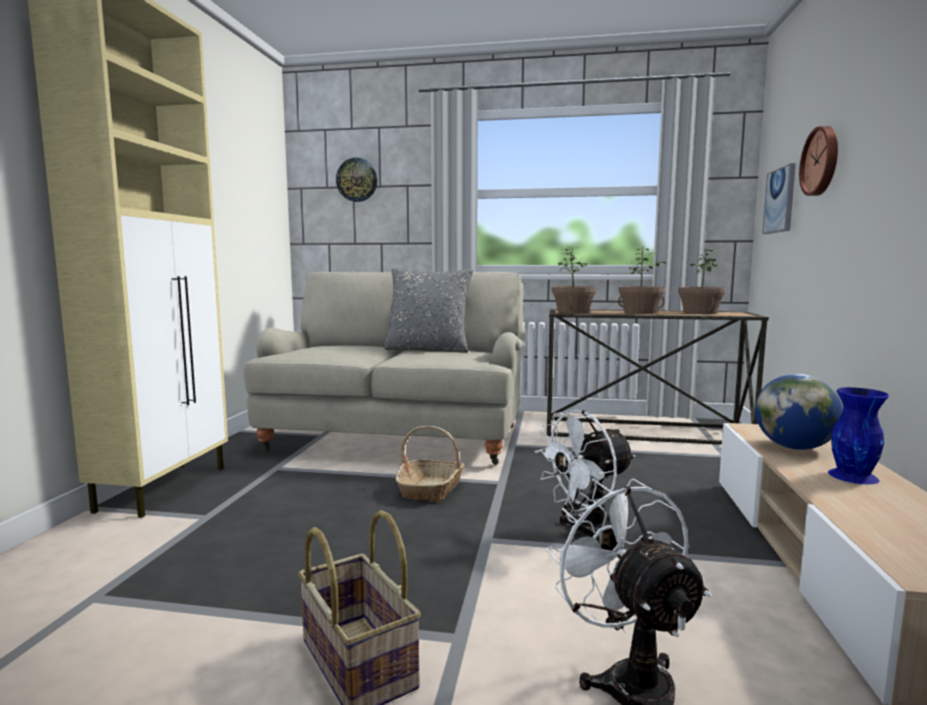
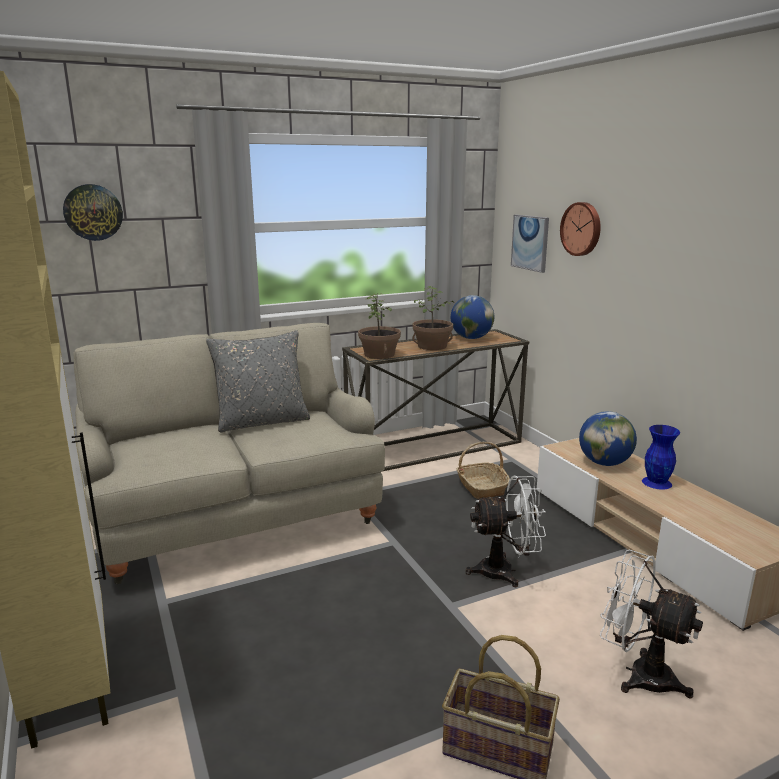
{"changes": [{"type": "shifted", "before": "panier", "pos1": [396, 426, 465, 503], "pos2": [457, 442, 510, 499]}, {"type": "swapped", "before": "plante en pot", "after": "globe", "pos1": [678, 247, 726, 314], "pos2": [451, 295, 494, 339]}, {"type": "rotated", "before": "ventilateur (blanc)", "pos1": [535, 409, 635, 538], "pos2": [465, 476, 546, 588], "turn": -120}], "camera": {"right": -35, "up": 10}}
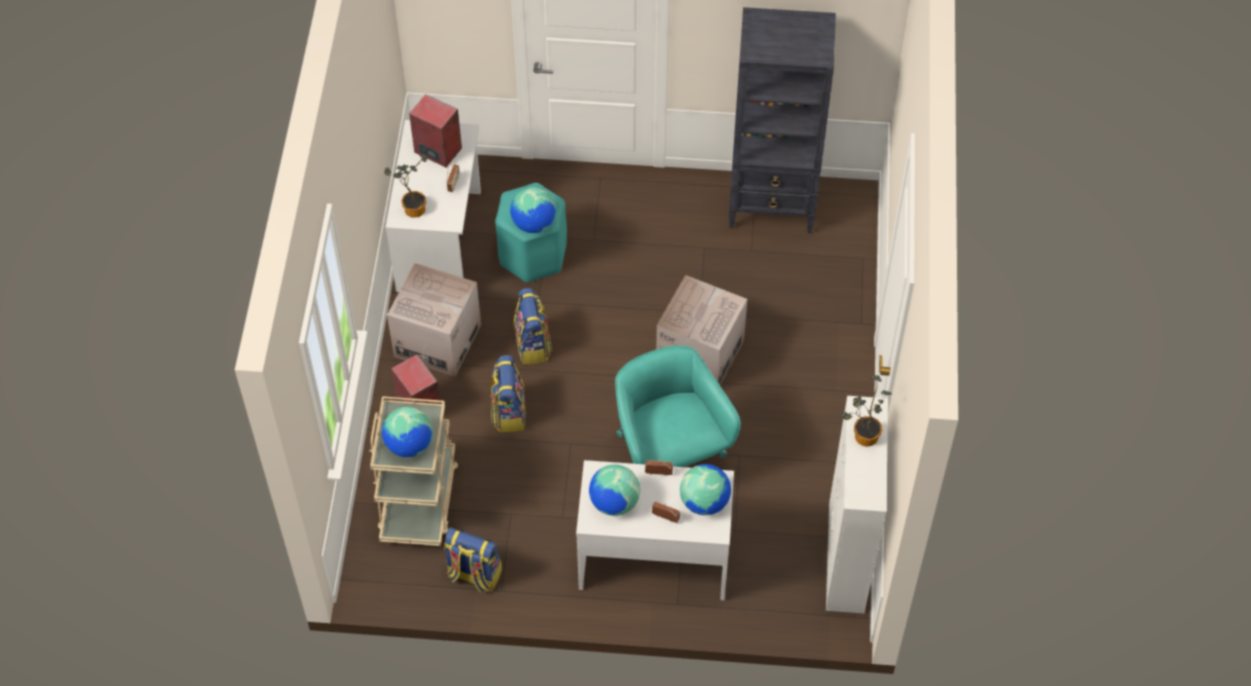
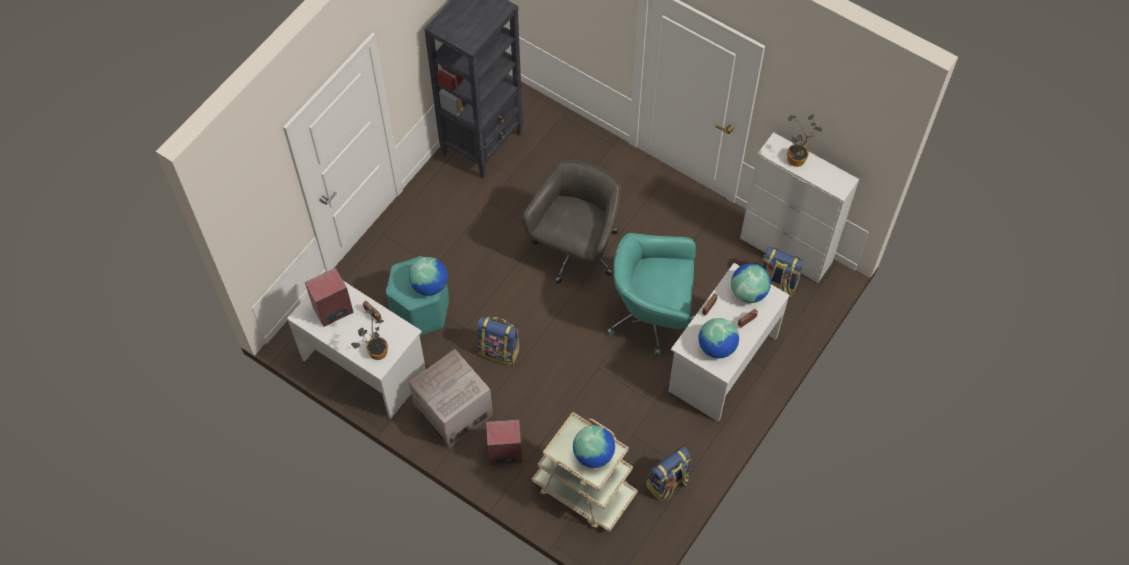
{"changes": [{"type": "shifted", "before": "sac à dos", "pos1": [490, 355, 526, 432], "pos2": [761, 247, 804, 297]}, {"type": "swapped", "before": "carton", "after": "chaise de bureau (gris)", "pos1": [656, 275, 747, 385], "pos2": [523, 160, 621, 284]}], "camera": {"right": -60, "up": 5}}
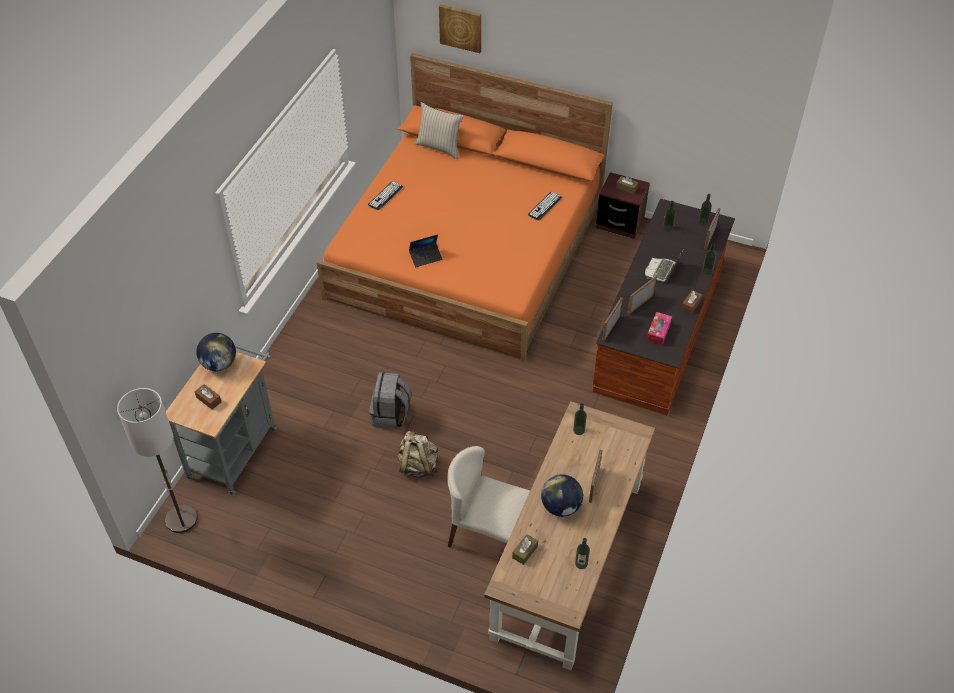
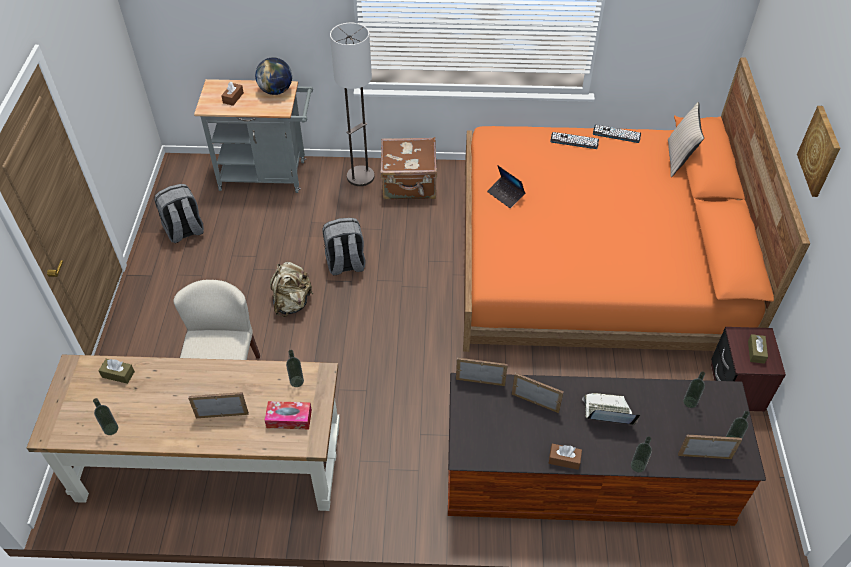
{"changes": [{"type": "gone", "before": "globe", "pos1": [541, 474, 583, 517]}, {"type": "new", "after": "sac à dos (gris)", "pos2": [154, 184, 204, 243]}, {"type": "new", "after": "valise (marron)", "pos2": [380, 137, 437, 200]}, {"type": "shifted", "before": "lampadaire", "pos1": [117, 388, 198, 533], "pos2": [330, 22, 375, 186]}, {"type": "shifted", "before": "tableau", "pos1": [439, 4, 481, 53], "pos2": [797, 106, 840, 197]}, {"type": "shifted", "before": "clavier", "pos1": [528, 192, 562, 221], "pos2": [593, 125, 641, 143]}, {"type": "shifted", "before": "boîte à mouchoirs", "pos1": [646, 312, 672, 345], "pos2": [264, 401, 312, 429]}], "camera": {"right": 70, "up": 0}}
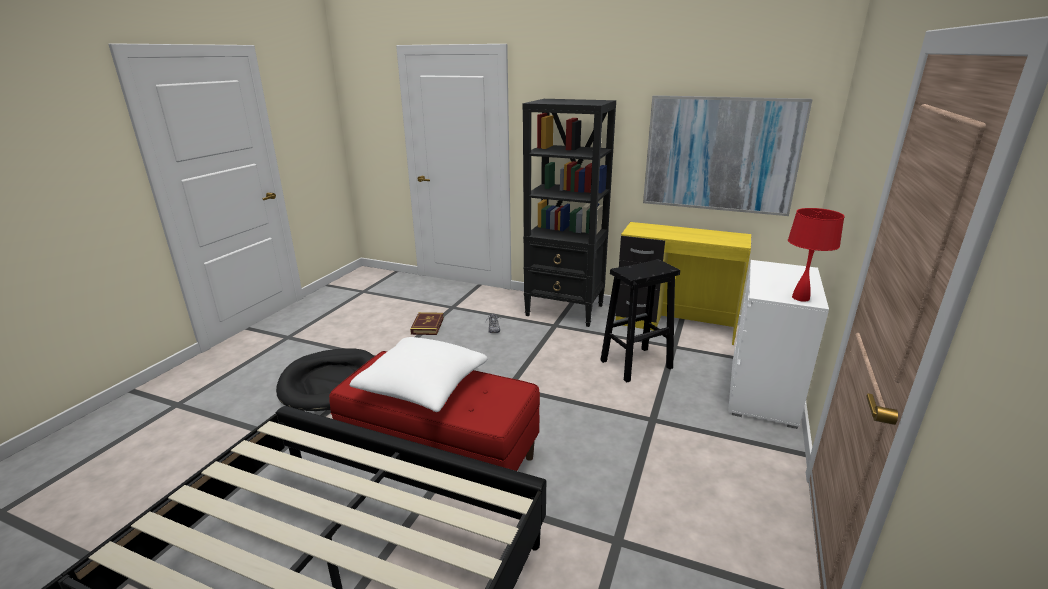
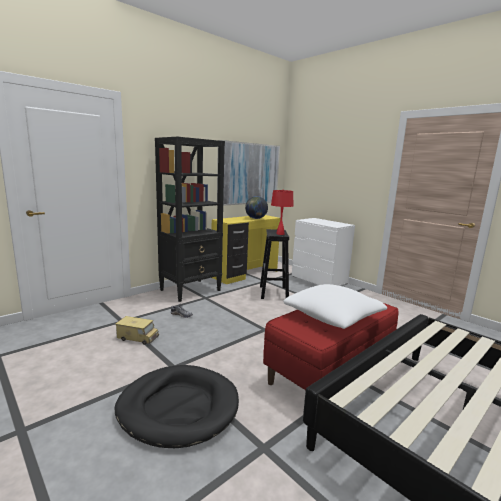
{"changes": [{"type": "new", "after": "globe", "pos2": [245, 196, 268, 219]}, {"type": "shifted", "before": "lampe de table (rouge)", "pos1": [788, 208, 845, 302], "pos2": [271, 190, 293, 235]}, {"type": "swapped", "before": "livre", "after": "camion jouet", "pos1": [410, 312, 444, 335], "pos2": [115, 316, 159, 345]}], "camera": {"right": -65, "up": -10}}
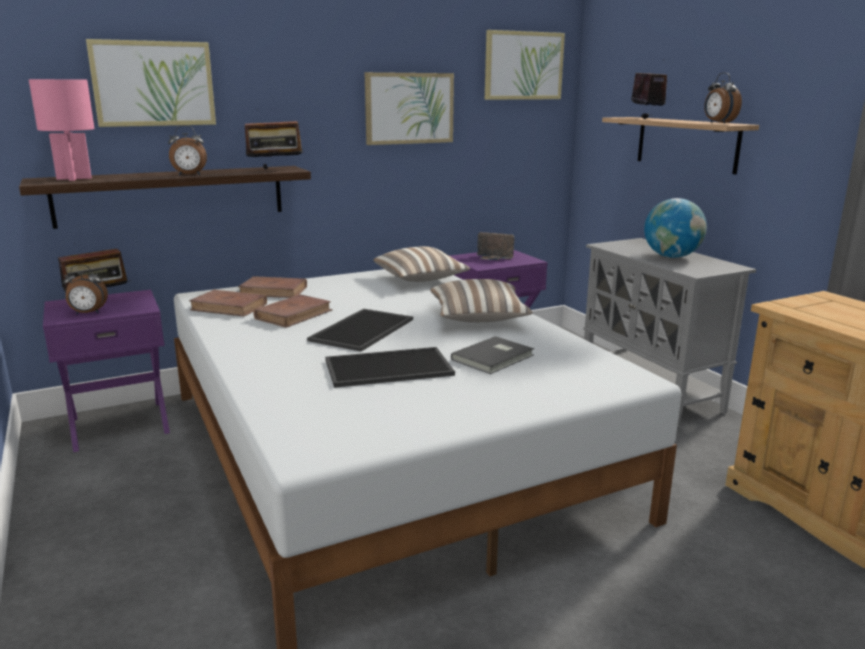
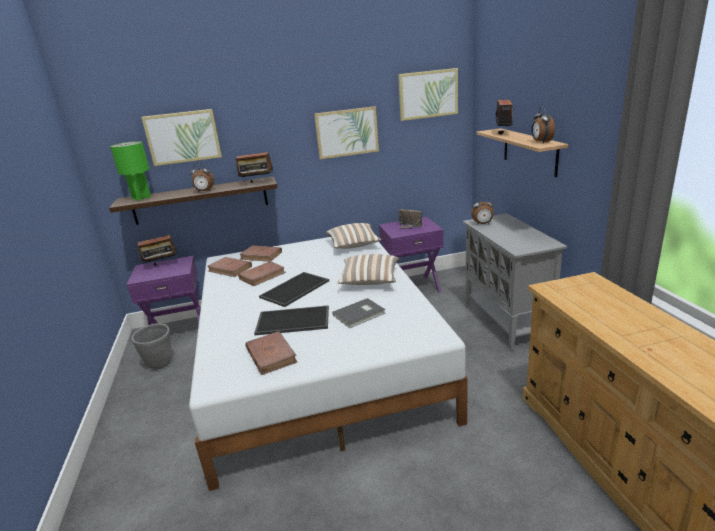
{"changes": [{"type": "gone", "before": "globe", "pos1": [644, 198, 707, 258]}, {"type": "new", "after": "cache-pot (gris)", "pos2": [132, 323, 172, 370]}, {"type": "new", "after": "livre (marron)", "pos2": [245, 331, 297, 375]}, {"type": "shifted", "before": "réveil", "pos1": [63, 264, 108, 314], "pos2": [471, 196, 494, 225]}, {"type": "repainted", "before": "lampe de table (rose)", "after": "lampe de table (vert)", "pos1": [29, 79, 94, 181], "pos2": [110, 141, 151, 201]}], "camera": {"right": 15, "up": 5}}
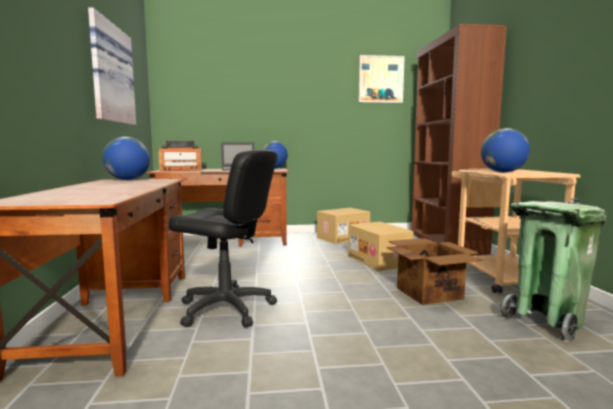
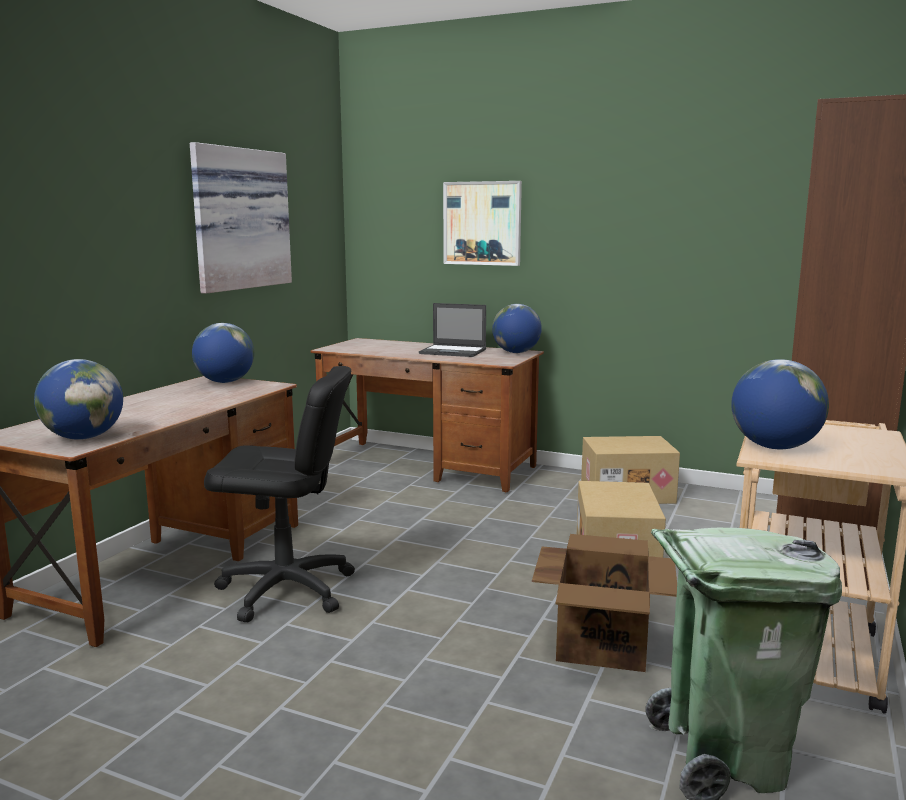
{"changes": [{"type": "gone", "before": "radio", "pos1": [159, 141, 202, 171]}, {"type": "new", "after": "globe", "pos2": [34, 359, 123, 440]}, {"type": "shifted", "before": "tableau", "pos1": [359, 55, 405, 103], "pos2": [443, 181, 522, 266]}, {"type": "rotated", "before": "chaise de bureau (noir)", "pos1": [168, 149, 277, 327], "pos2": [204, 366, 355, 622], "turn": -45}], "camera": {"right": 30, "up": 5}}
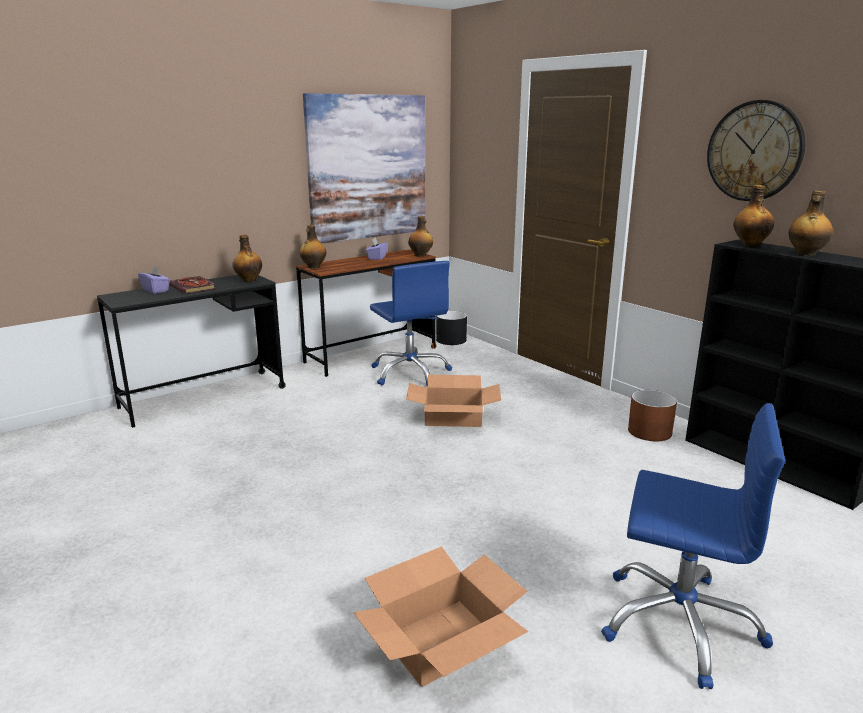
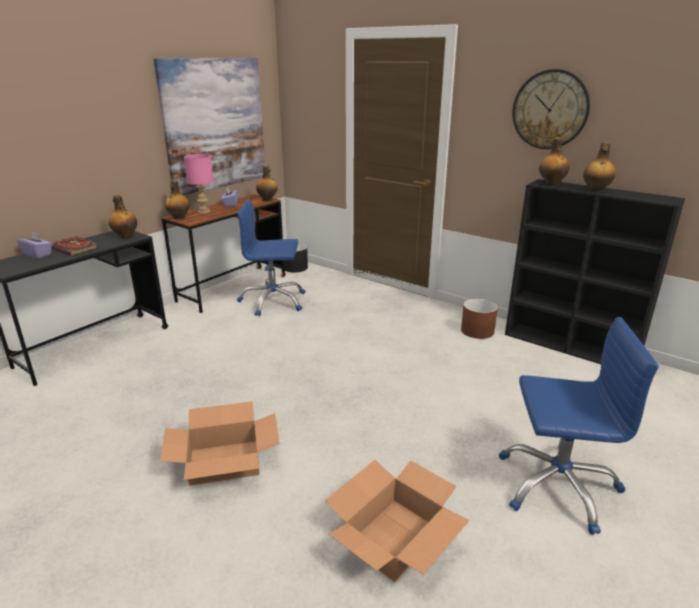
{"changes": [{"type": "new", "after": "lampe de table (rose)", "pos2": [184, 154, 214, 214]}, {"type": "shifted", "before": "carton", "pos1": [406, 375, 501, 427], "pos2": [160, 401, 280, 485]}, {"type": "rotated", "before": "chaise de bureau (bleu)", "pos1": [370, 261, 452, 385], "pos2": [237, 199, 305, 316], "turn": 135}], "camera": {"right": -15, "up": 5}}
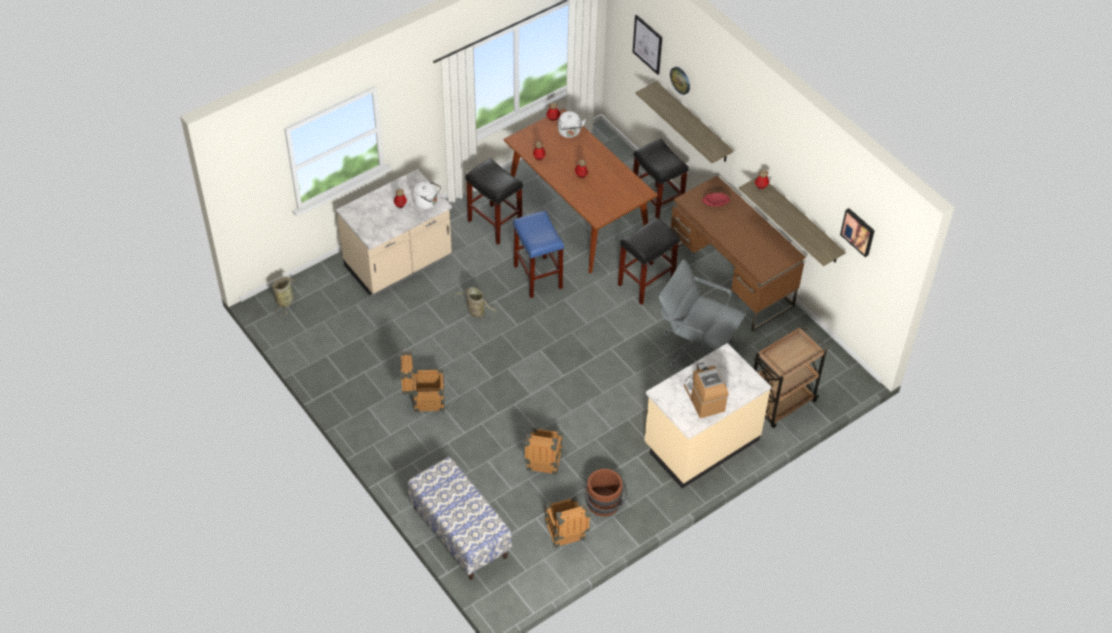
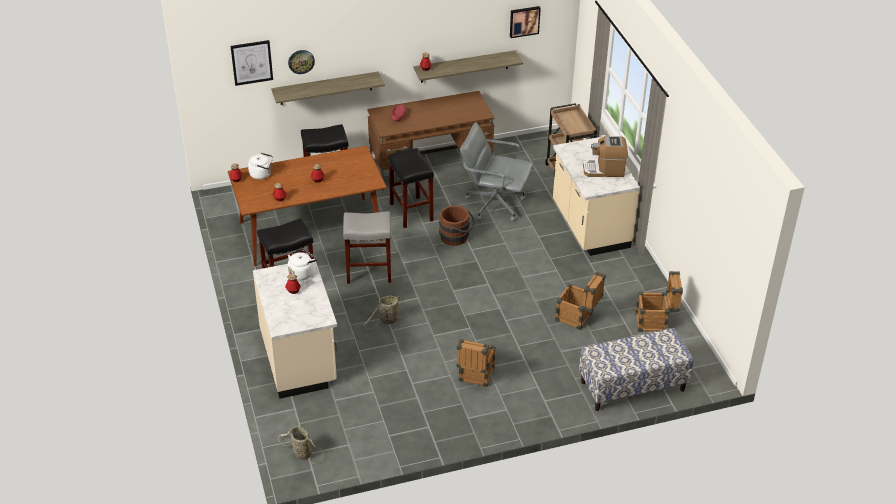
{"changes": [{"type": "shifted", "before": "seau (marron)", "pos1": [584, 469, 627, 516], "pos2": [439, 206, 475, 246]}, {"type": "repainted", "before": "tabouret (bleu)", "after": "tabouret (gris)", "pos1": [513, 211, 564, 298], "pos2": [343, 211, 391, 284]}, {"type": "rotated", "before": "chaise de bureau (gris)", "pos1": [658, 259, 745, 369], "pos2": [460, 122, 534, 221], "turn": 60}], "camera": {"right": -70, "up": -10}}
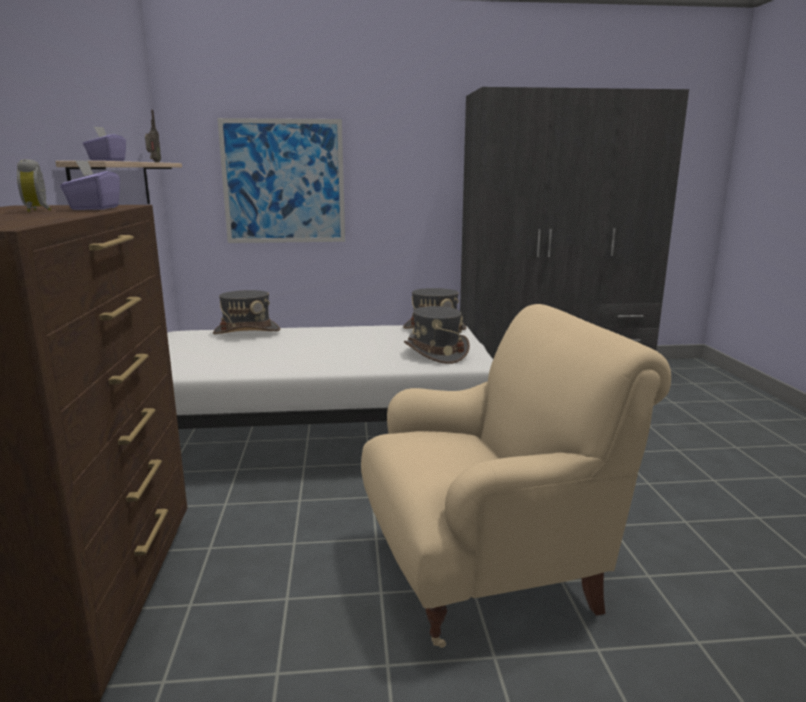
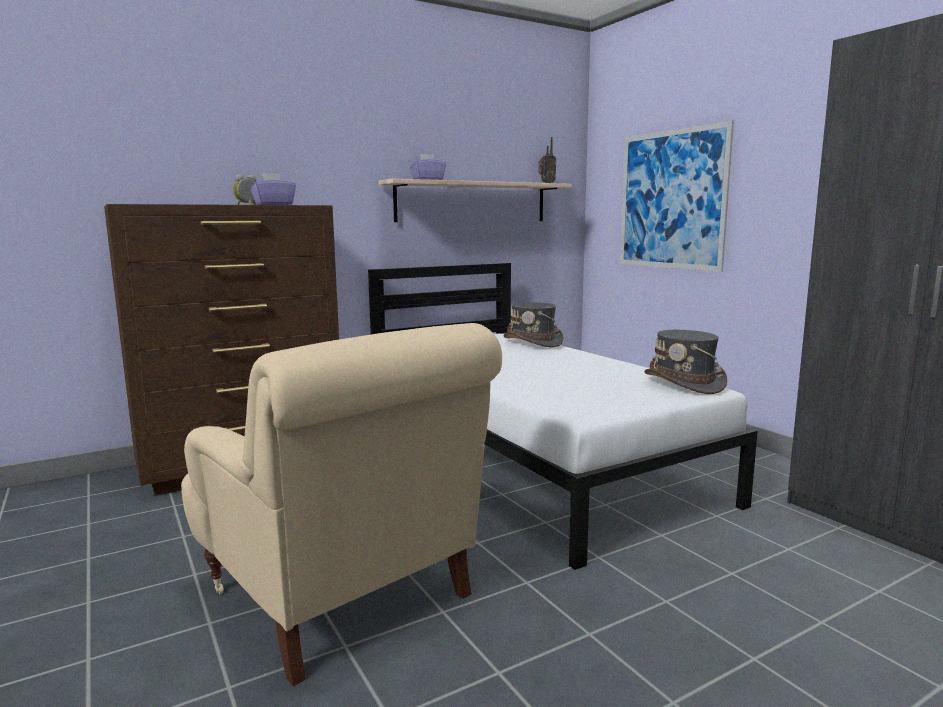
{"changes": [{"type": "gone", "before": "chapeau (gris)", "pos1": [404, 306, 470, 364]}], "camera": {"right": 65, "up": -5}}
